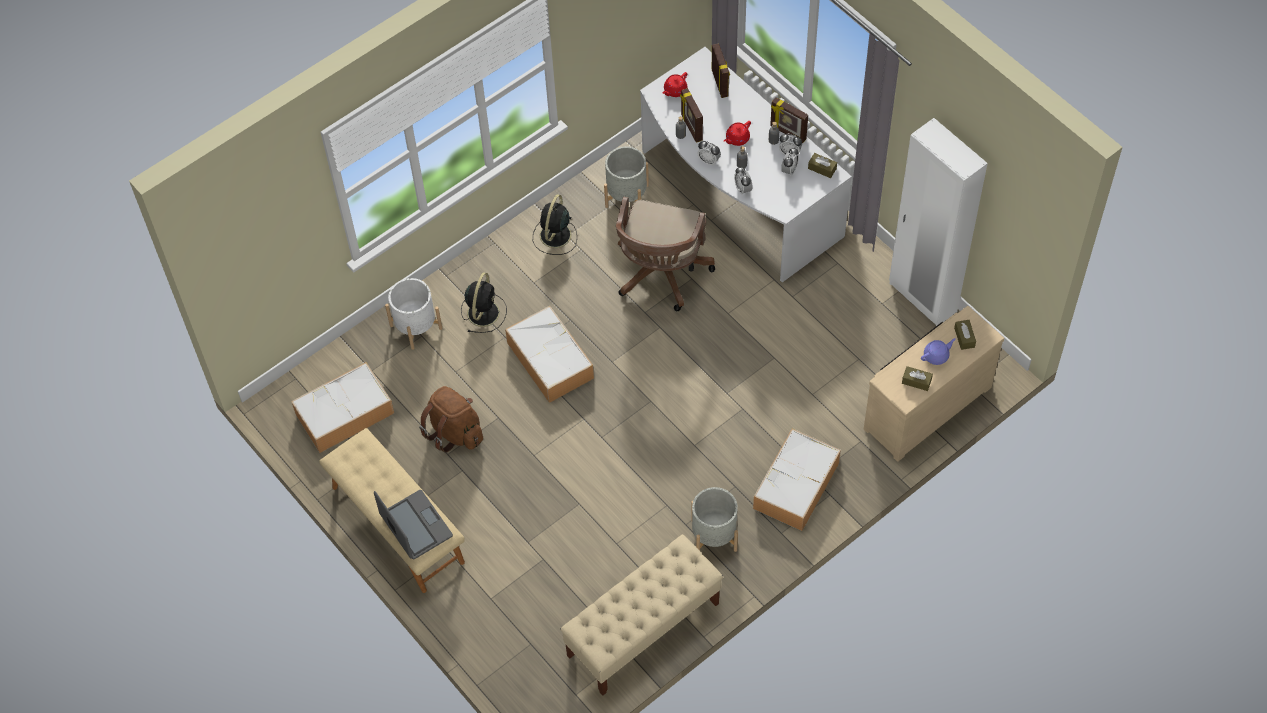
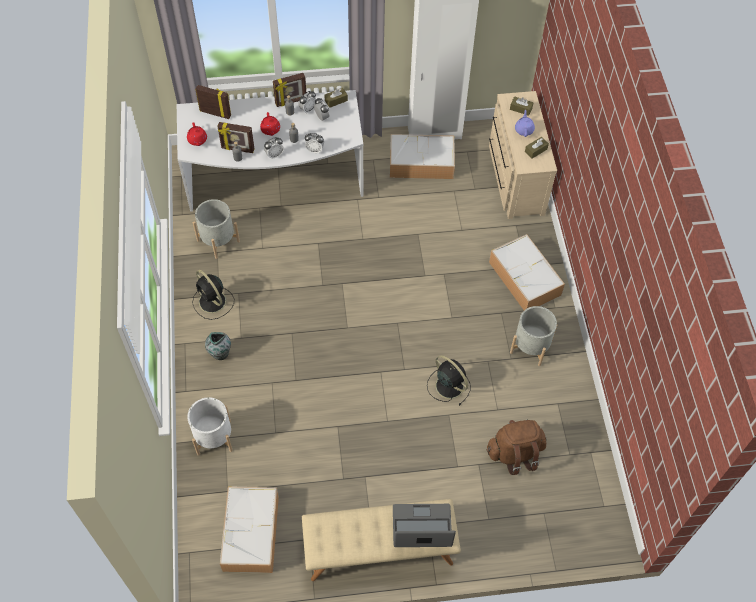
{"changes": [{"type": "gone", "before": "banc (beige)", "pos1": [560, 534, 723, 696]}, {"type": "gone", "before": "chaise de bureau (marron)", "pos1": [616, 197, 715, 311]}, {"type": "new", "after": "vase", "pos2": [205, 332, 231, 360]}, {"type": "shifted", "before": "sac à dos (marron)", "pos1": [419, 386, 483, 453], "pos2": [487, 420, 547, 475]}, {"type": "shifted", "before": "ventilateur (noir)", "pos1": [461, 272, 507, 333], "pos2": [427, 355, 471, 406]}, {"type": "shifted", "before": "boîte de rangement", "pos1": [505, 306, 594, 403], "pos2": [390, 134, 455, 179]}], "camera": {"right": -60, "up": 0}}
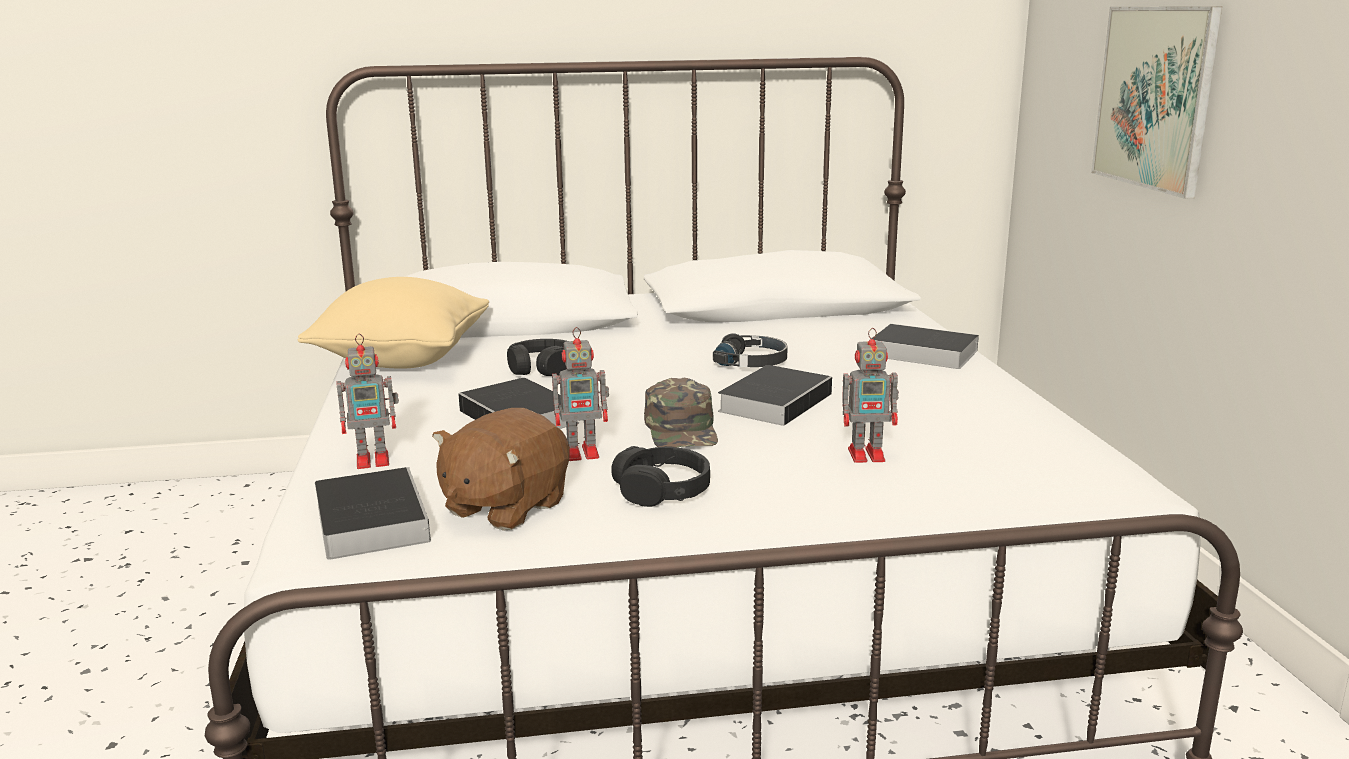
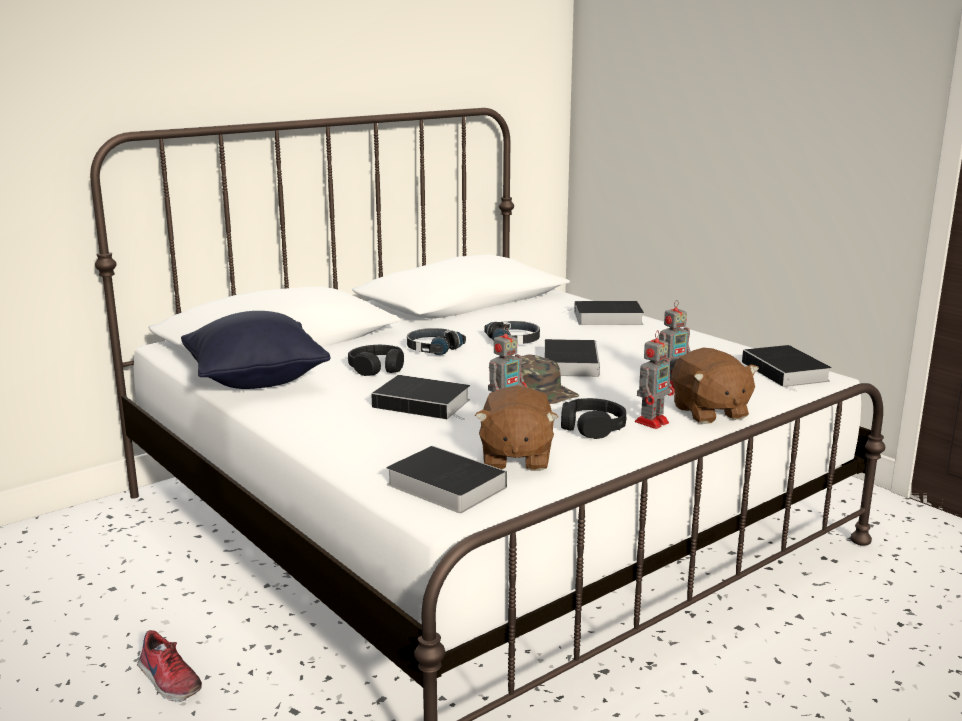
{"changes": [{"type": "gone", "before": "tableau", "pos1": [1091, 6, 1222, 199]}, {"type": "new", "after": "chaussure", "pos2": [137, 630, 202, 702]}, {"type": "new", "after": "casque audio (noir)", "pos2": [407, 328, 466, 355]}, {"type": "new", "after": "peluche (marron)", "pos2": [672, 348, 759, 424]}, {"type": "new", "after": "livre", "pos2": [742, 345, 832, 391]}, {"type": "shifted", "before": "robot jouet", "pos1": [336, 334, 399, 469], "pos2": [635, 330, 675, 429]}, {"type": "repainted", "before": "coussin (beige)", "after": "coussin (noir)", "pos1": [298, 277, 489, 369], "pos2": [181, 311, 330, 389]}], "camera": {"right": -30, "up": 0}}
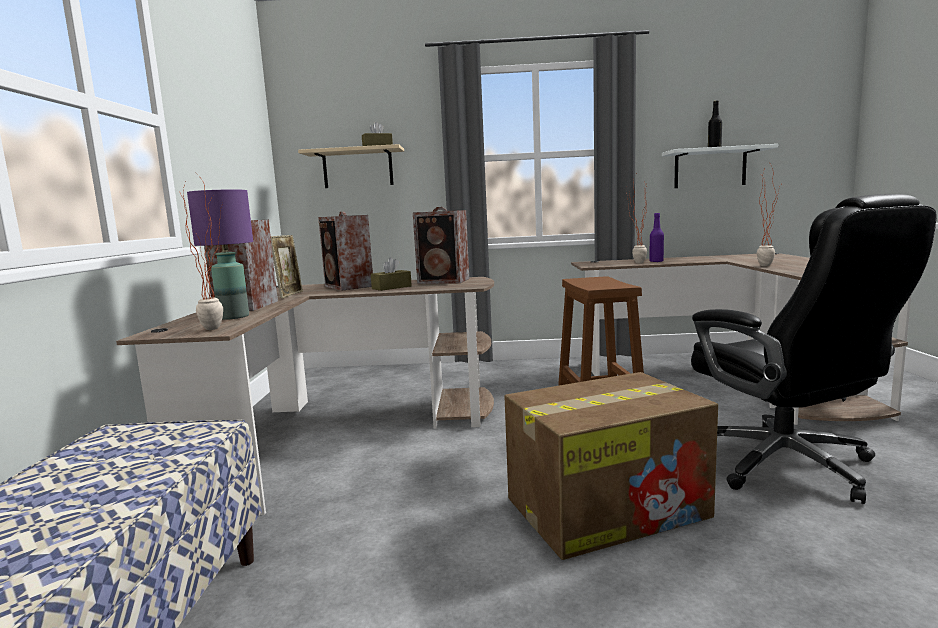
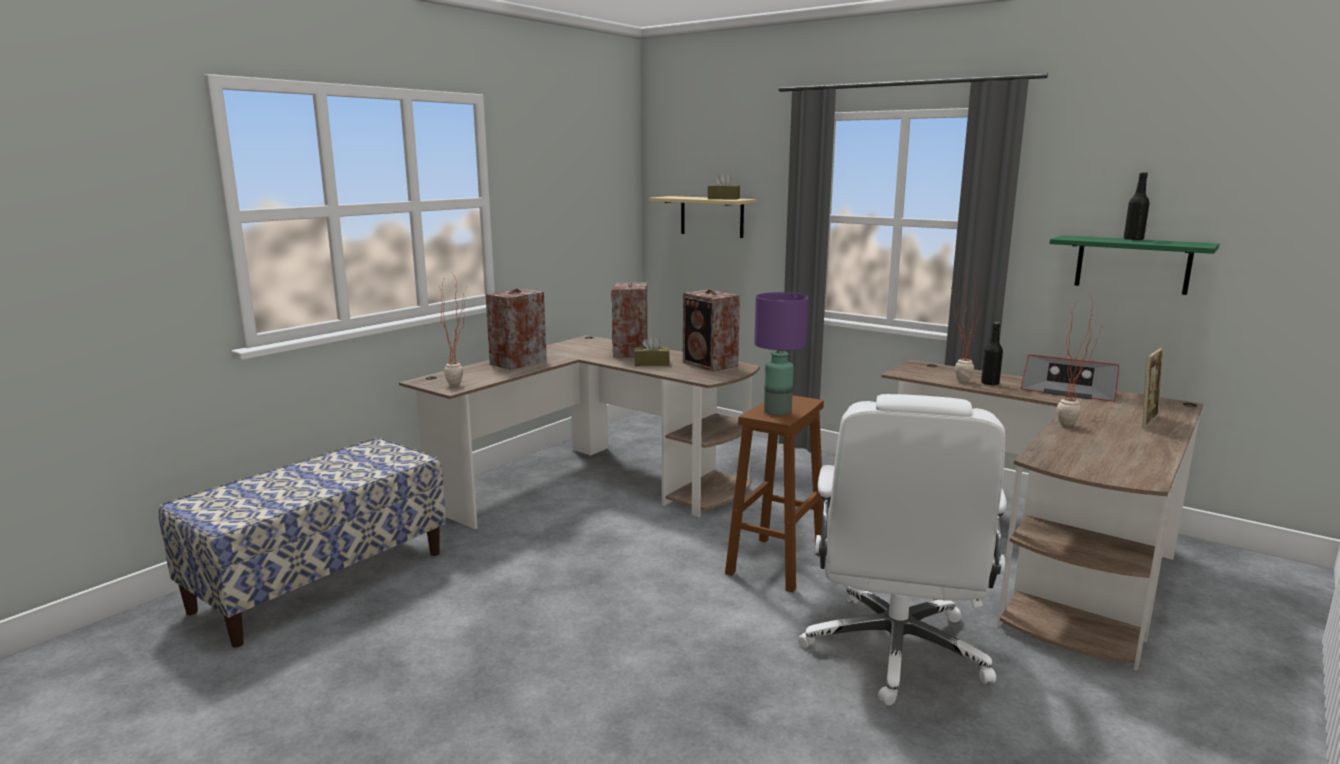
{"changes": [{"type": "gone", "before": "carton", "pos1": [504, 372, 718, 560]}, {"type": "new", "after": "radio", "pos2": [1021, 355, 1119, 402]}, {"type": "shifted", "before": "lampe de table (violet)", "pos1": [187, 189, 253, 320], "pos2": [754, 292, 808, 416]}, {"type": "shifted", "before": "cadre photo", "pos1": [271, 235, 303, 298], "pos2": [1142, 348, 1164, 429]}, {"type": "repainted", "before": "bouteille (violet)", "after": "bouteille (noir)", "pos1": [649, 213, 664, 262], "pos2": [981, 322, 1003, 386]}, {"type": "repainted", "before": "étagère (blanc)", "after": "étagère (vert)", "pos1": [662, 144, 778, 188], "pos2": [1049, 235, 1219, 295]}, {"type": "repainted", "before": "chaise de bureau (noir)", "after": "chaise de bureau (blanc)", "pos1": [691, 194, 937, 504], "pos2": [798, 394, 1007, 705]}], "camera": {"right": 35, "up": 5}}
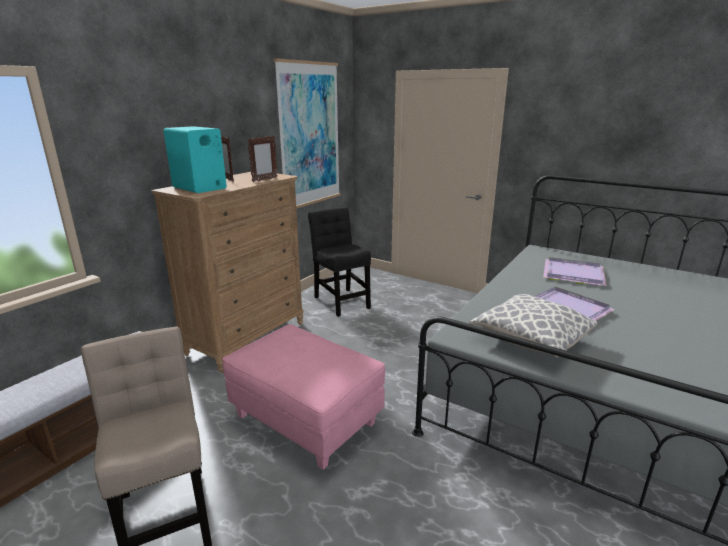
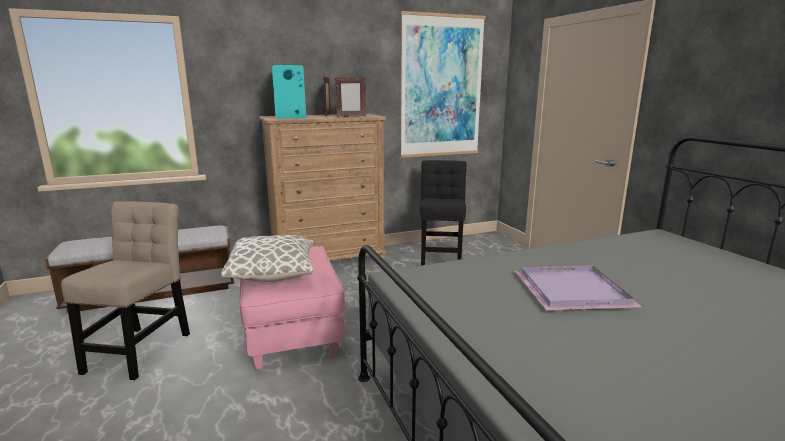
{"changes": [{"type": "gone", "before": "plateau (violet)", "pos1": [543, 257, 607, 286]}, {"type": "shifted", "before": "coussin", "pos1": [469, 294, 597, 358], "pos2": [221, 235, 314, 282]}], "camera": {"right": 35, "up": -5}}
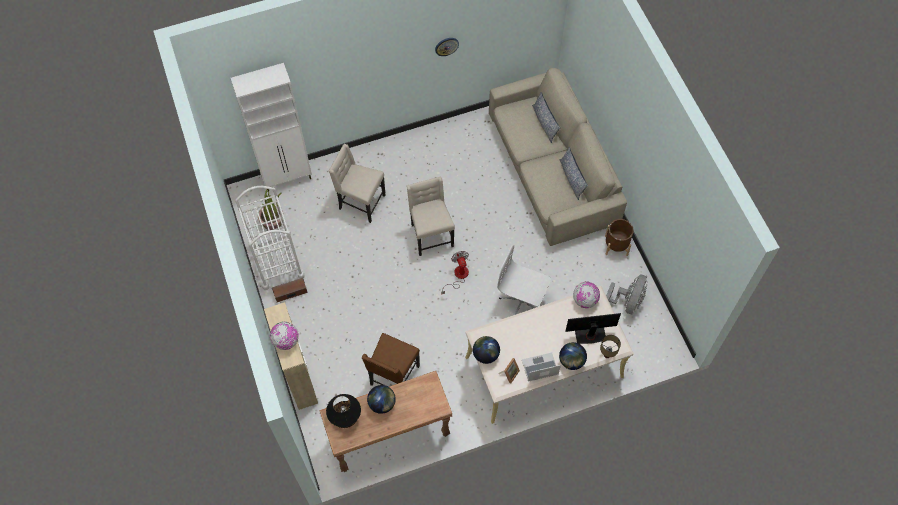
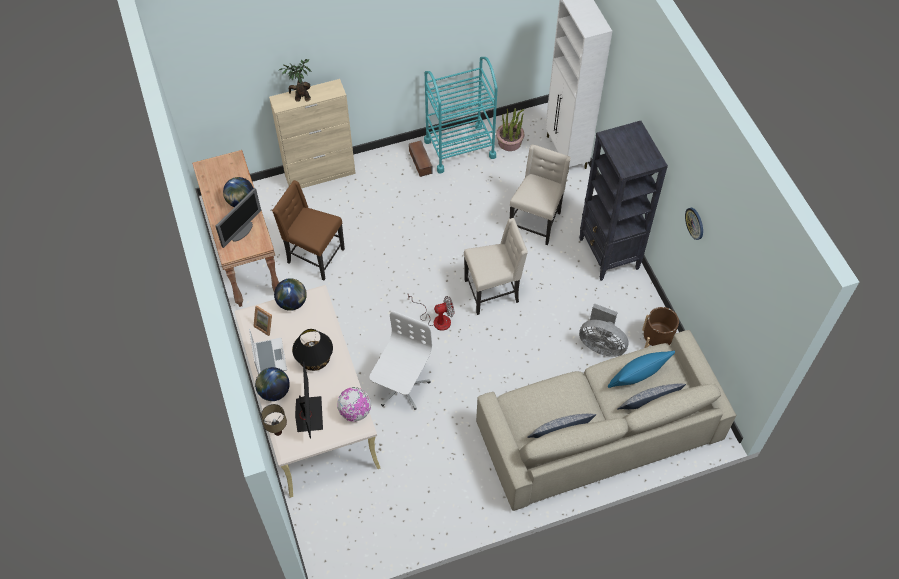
{"changes": [{"type": "new", "after": "écran d'ordinateur", "pos2": [215, 188, 261, 248]}, {"type": "new", "after": "bibliothèque (noir)", "pos2": [579, 121, 668, 281]}, {"type": "new", "after": "coussin (bleu)", "pos2": [608, 351, 675, 388]}, {"type": "shifted", "before": "lampe de table (noir)", "pos1": [326, 394, 361, 428], "pos2": [292, 329, 333, 371]}, {"type": "shifted", "before": "cache-pot (marron)", "pos1": [605, 219, 634, 256], "pos2": [642, 307, 679, 348]}, {"type": "shifted", "before": "ventilateur (gris)", "pos1": [606, 275, 647, 314], "pos2": [579, 303, 629, 357]}, {"type": "swapped", "before": "globe", "after": "plante en pot", "pos1": [270, 321, 299, 350], "pos2": [278, 59, 312, 102]}, {"type": "repainted", "before": "chariot (blanc)", "after": "chariot (turquoise)", "pos1": [235, 186, 305, 290], "pos2": [424, 57, 498, 173]}], "camera": {"right": 90, "up": -5}}
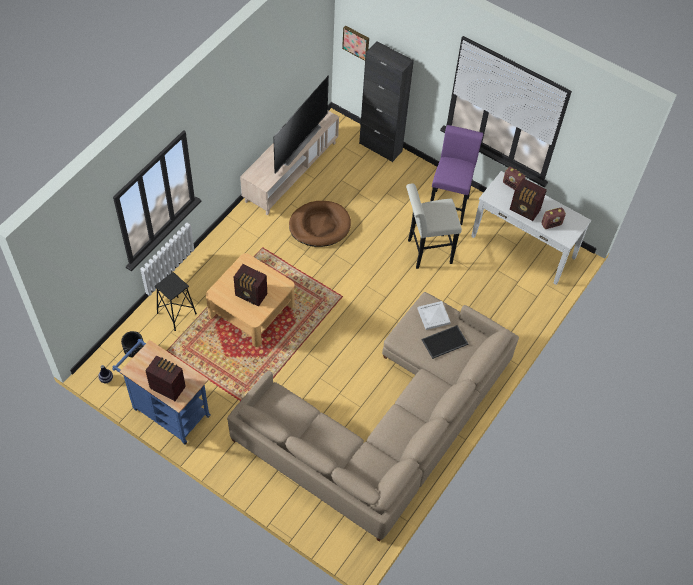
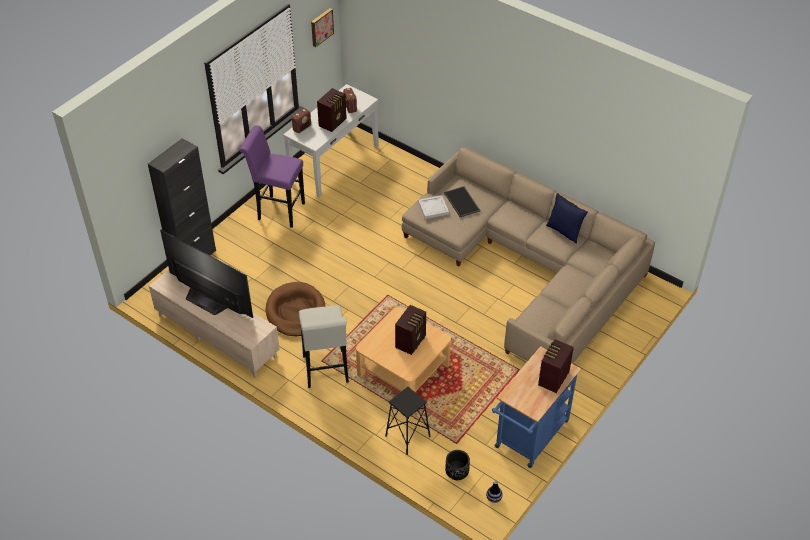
{"changes": [{"type": "new", "after": "coussin (bleu)", "pos2": [546, 193, 588, 244]}, {"type": "shifted", "before": "tableau", "pos1": [342, 26, 369, 61], "pos2": [311, 8, 334, 47]}, {"type": "shifted", "before": "tabouret (blanc)", "pos1": [406, 184, 462, 269], "pos2": [299, 305, 349, 388]}], "camera": {"right": -85, "up": -10}}
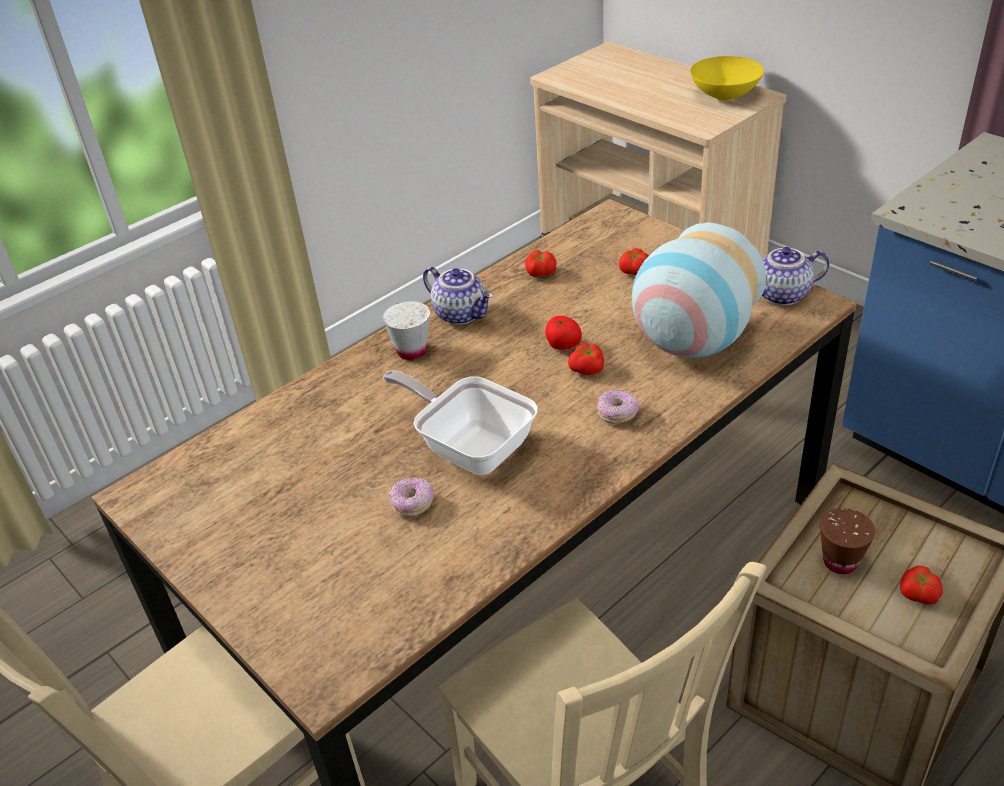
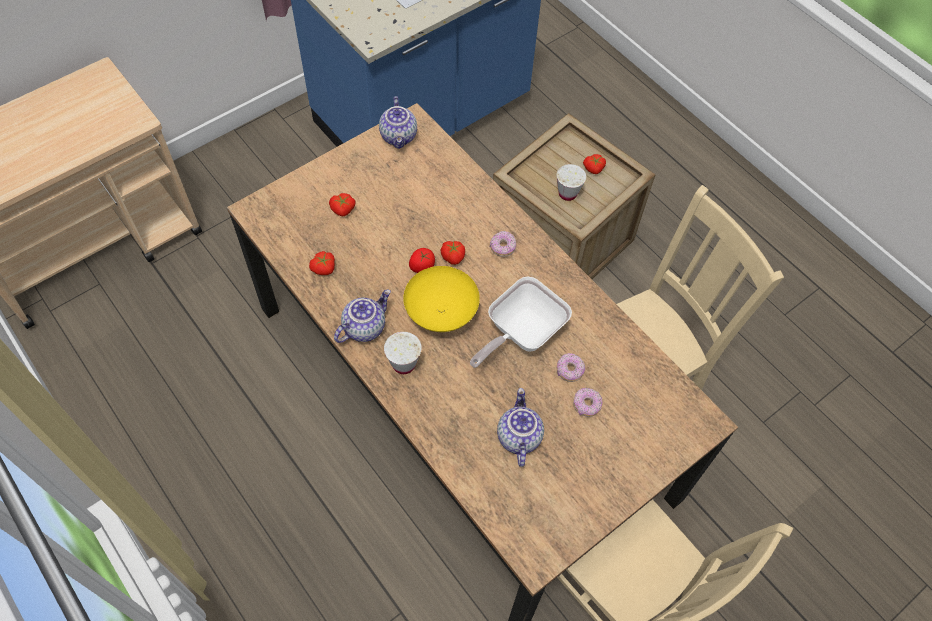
{"changes": [{"type": "gone", "before": "vase", "pos1": [632, 222, 766, 358]}, {"type": "new", "after": "théière", "pos2": [497, 388, 544, 467]}, {"type": "new", "after": "beignet", "pos2": [573, 388, 602, 417]}, {"type": "shifted", "before": "bol (jaune)", "pos1": [690, 56, 764, 101], "pos2": [403, 266, 480, 332]}, {"type": "repainted", "before": "tasse (marron)", "after": "tasse (blanc)", "pos1": [820, 508, 876, 574], "pos2": [557, 164, 586, 201]}], "camera": {"right": -90, "up": 20}}
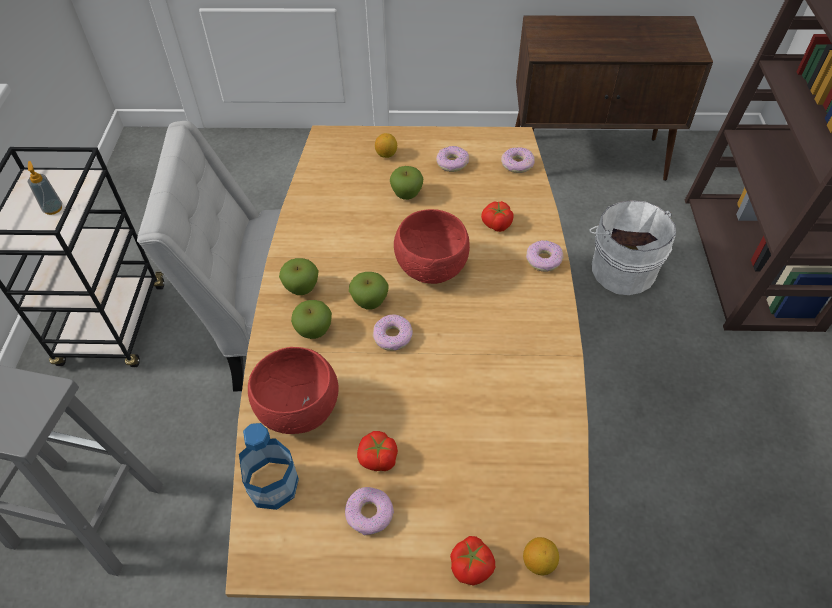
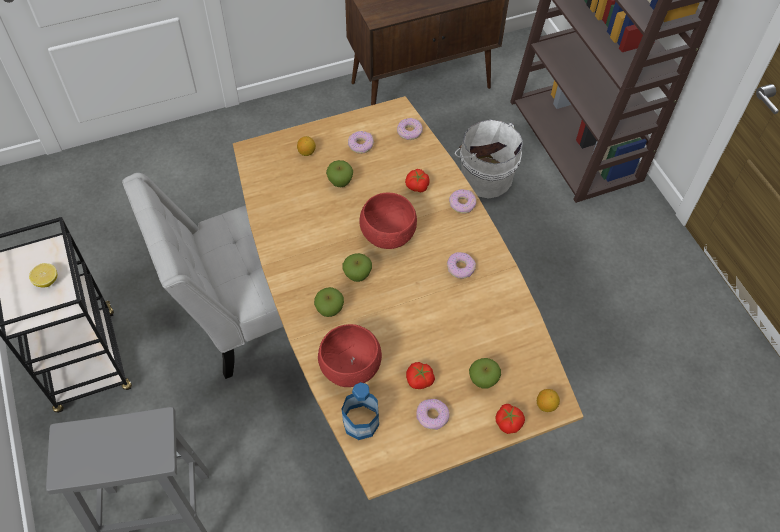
{"changes": [{"type": "shifted", "before": "pomme", "pos1": [279, 258, 319, 295], "pos2": [469, 358, 501, 389]}, {"type": "shifted", "before": "beignet", "pos1": [373, 314, 413, 351], "pos2": [447, 252, 476, 279]}, {"type": "swapped", "before": "distributeur de savon", "after": "citron", "pos1": [28, 161, 62, 215], "pos2": [29, 263, 57, 287]}], "camera": {"right": -25, "up": 5}}
